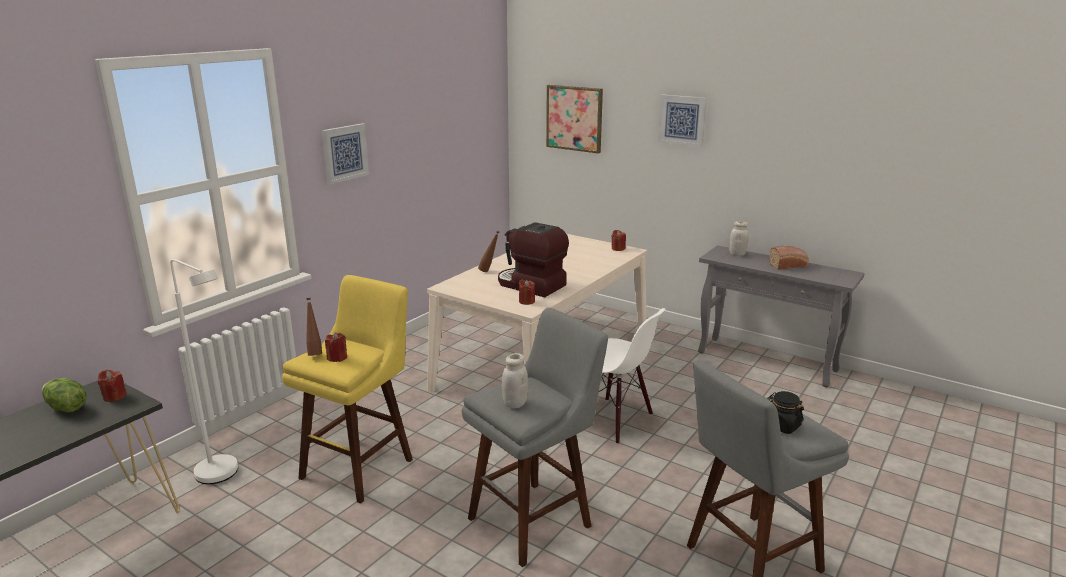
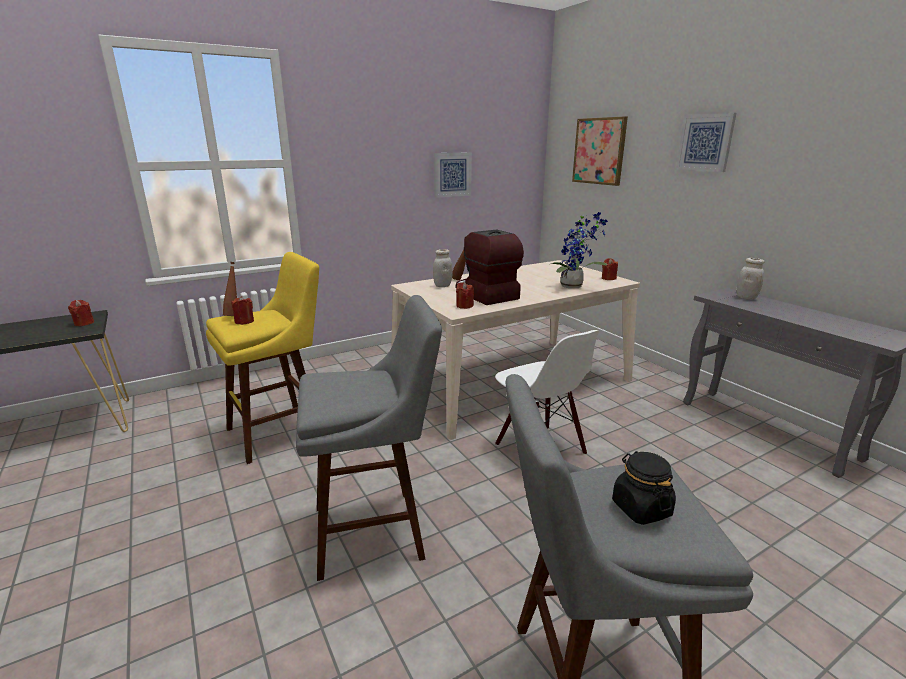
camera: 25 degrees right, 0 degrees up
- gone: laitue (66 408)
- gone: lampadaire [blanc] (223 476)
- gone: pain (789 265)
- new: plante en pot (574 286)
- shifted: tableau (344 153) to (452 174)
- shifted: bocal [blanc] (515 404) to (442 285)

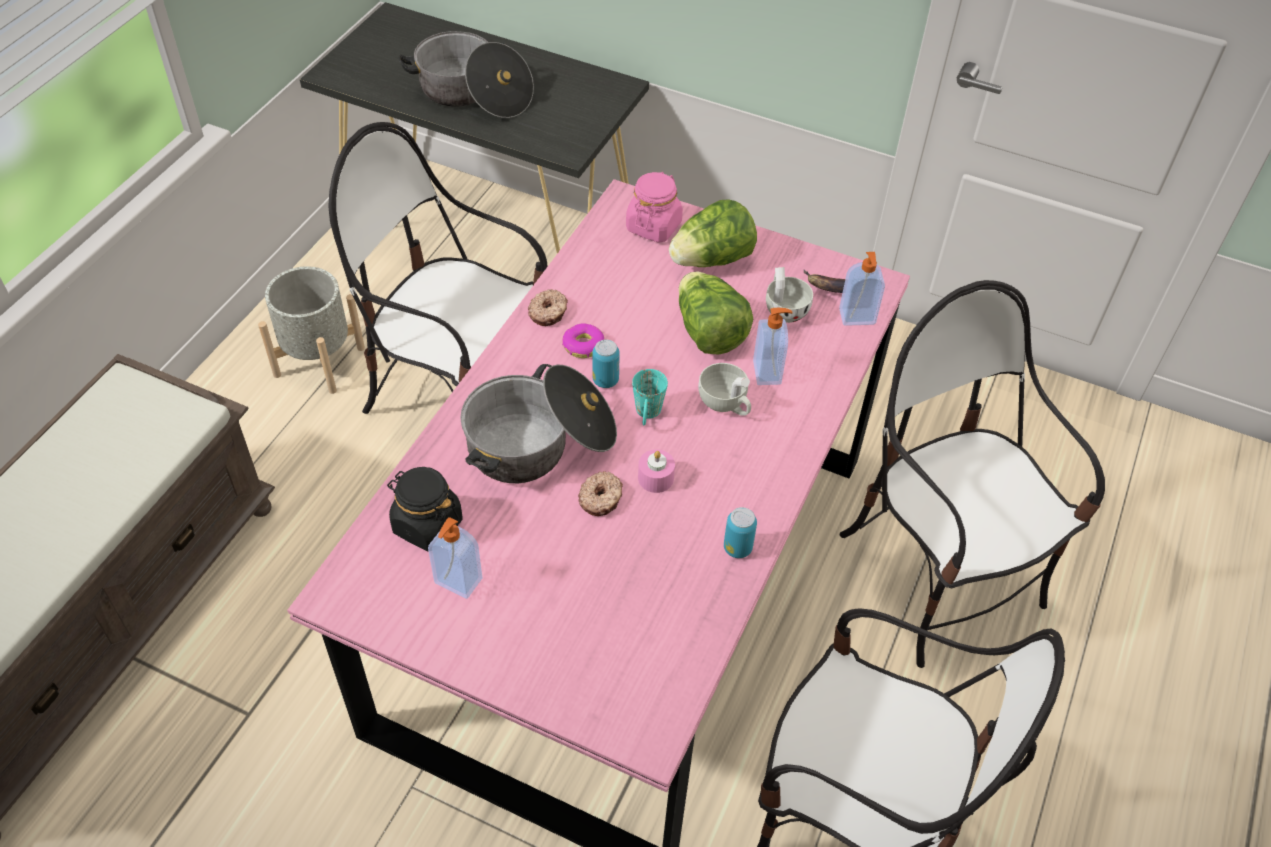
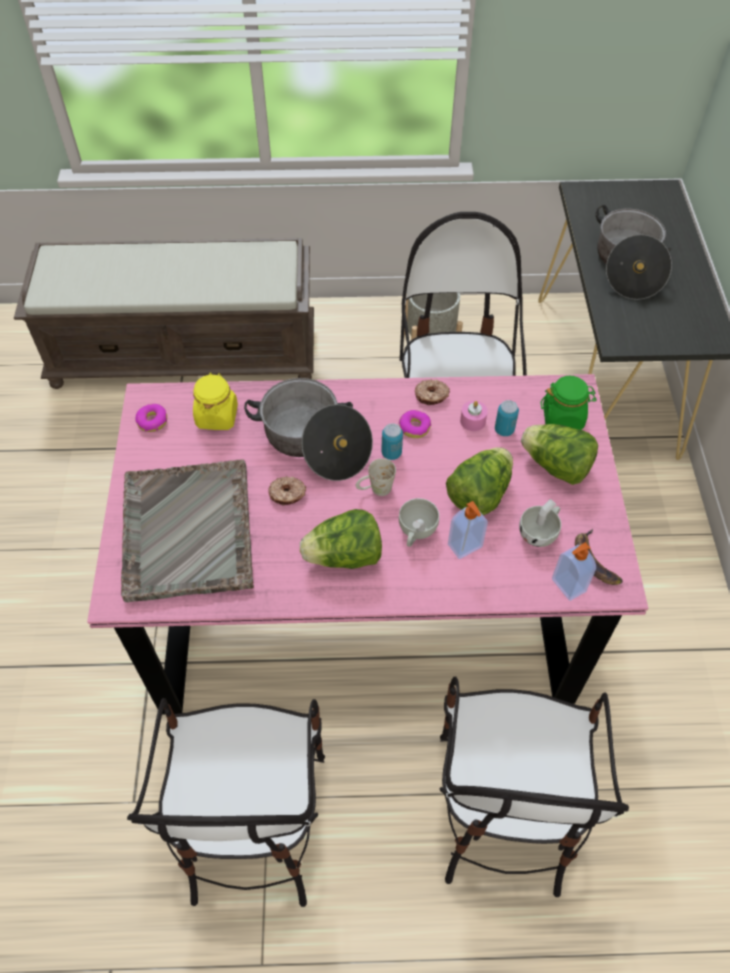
camera: 65 degrees right, 5 degrees up
- gone: distributeur de savon (457 582)
- new: plateau [gris] (187 532)
- new: beignet (152 421)
- new: laitue (344 556)
- shifted: bougie [rose] (655 478) to (472 421)
- shifted: boîte métallique (737 548) to (504 430)
- repainted: bocal [noir] (427 525) to bocal [jaune] (217 416)
- repainted: bocal [rose] (653 226) to bocal [vert] (563 417)
- repainted: mug [turquoise] (647 415) to mug [blanc] (375 490)
- rotated: chaise (938 575) = (502 808) 150 degrees clockwise

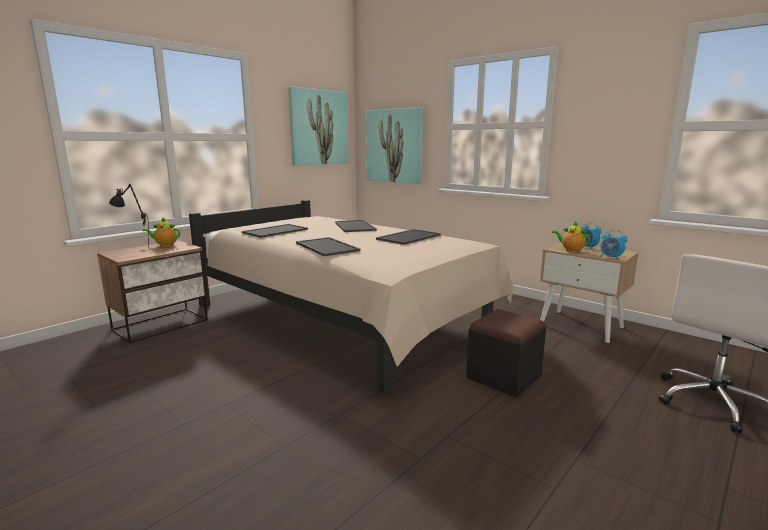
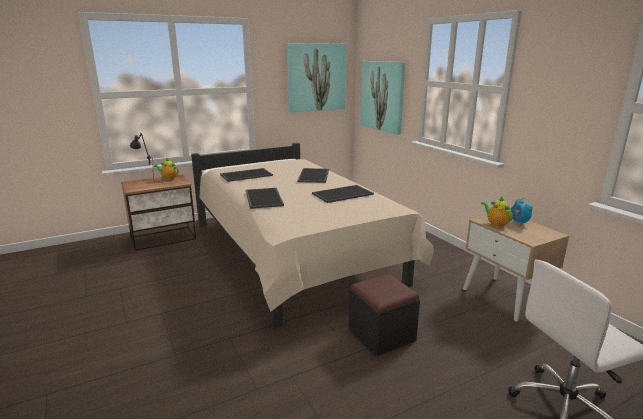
camera: 20 degrees right, 5 degrees up
- gone: réveil (611 258)

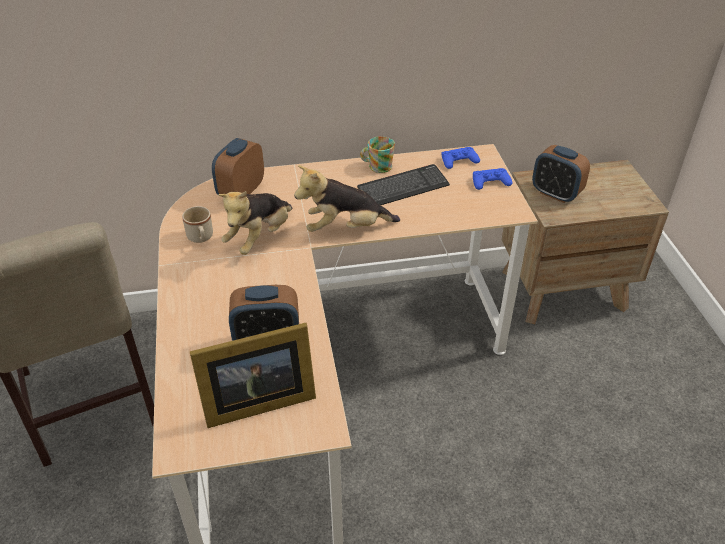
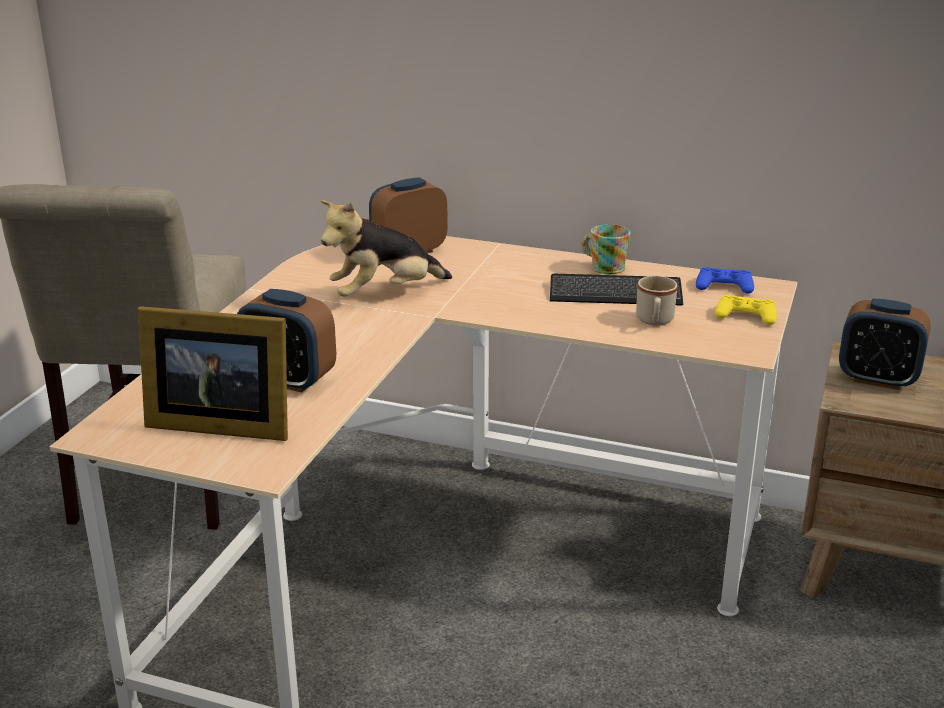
camera: 30 degrees right, 15 degrees down
- gone: peluche (345 228)
- shifted: mug [beige] (201 238) to (654 321)
- repainted: manette [bleu] (490 182) to manette [jaune] (746 316)
- rotated: réveil (556 194) = (877 379) 45 degrees counterclockwise

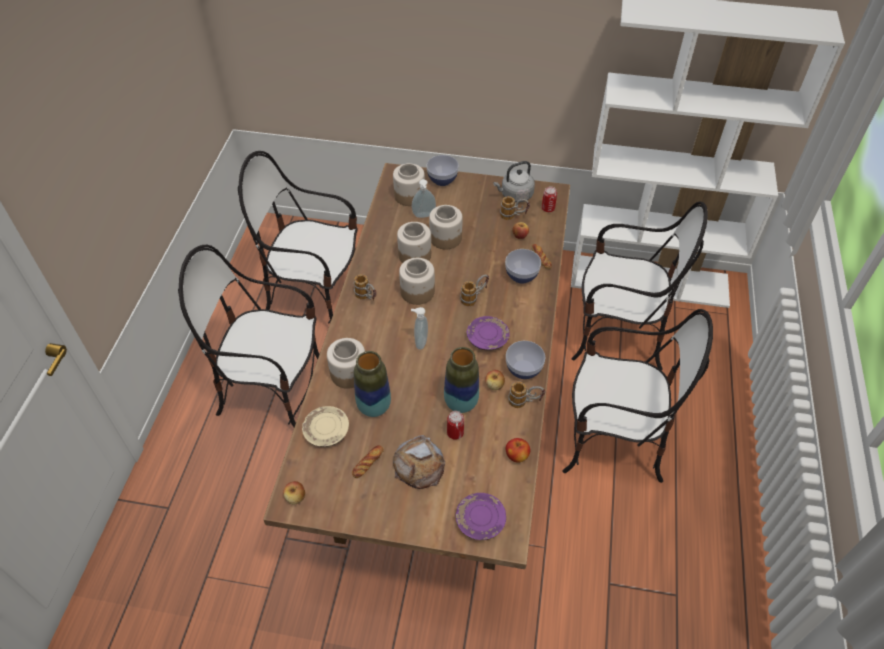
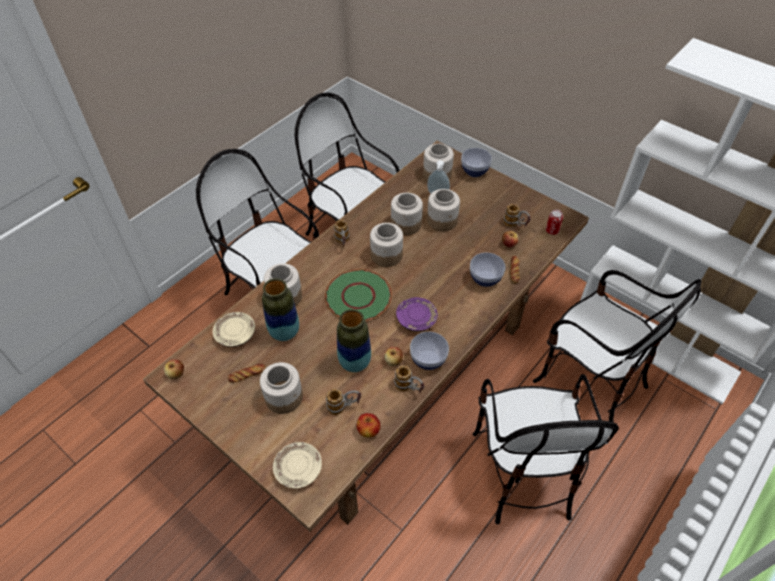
camera: 30 degrees right, 0 degrees up
- gone: boîte métallique (455 433)
- gone: bouilloire [gris] (515 195)
- shifted: mug (474 297) to (344 407)
- swapped: pain (419 465) to bocal (284 397)
- swapped: distributeur de savon (420 342) to assiette [vert] (358 297)
- repainted: assiette [violet] (480 521) to assiette [beige] (298 469)
- rotated: chaise (612 442) = (522 471) 45 degrees clockwise

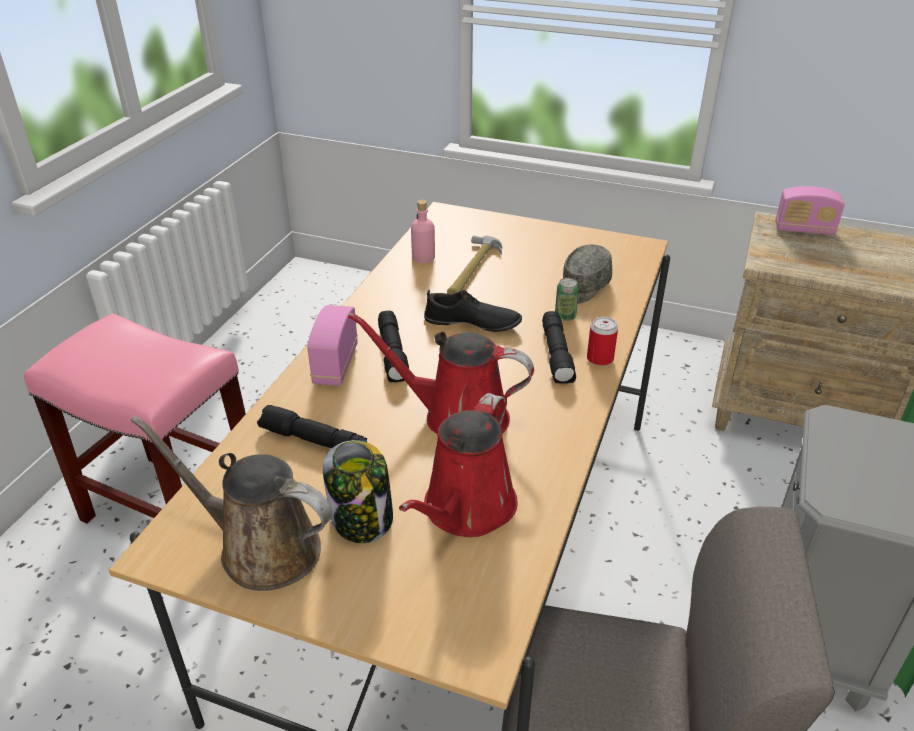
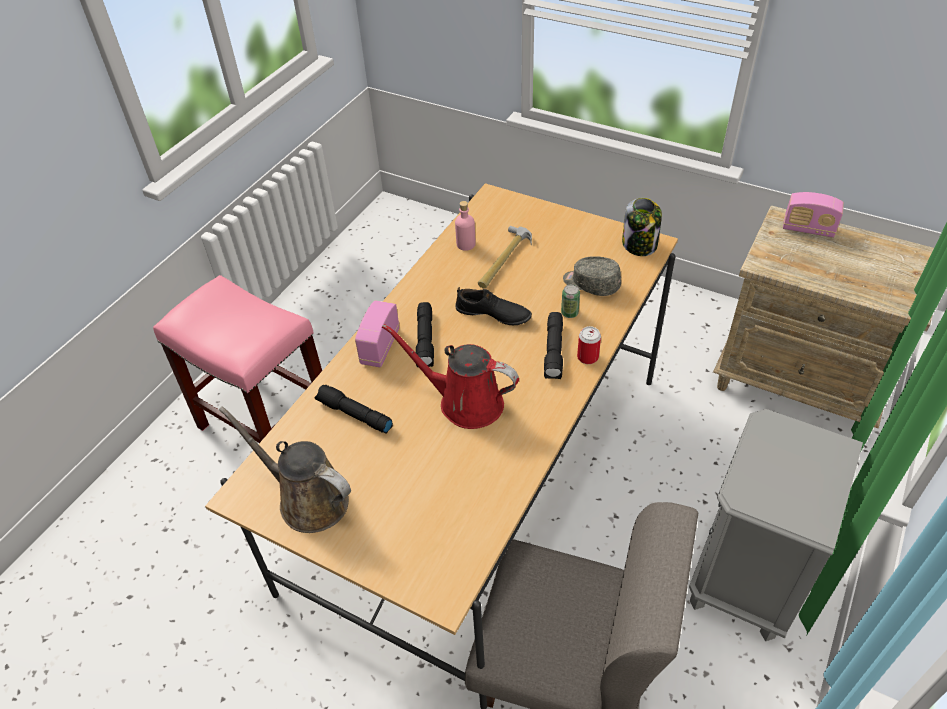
camera: 10 degrees right, 10 degrees up
- gone: arrosoir [rouge] (466 510)
- shifted: bocal (362 519) to (640 245)
- rotated: casquette [gris] (582 287) = (591 284) 75 degrees clockwise

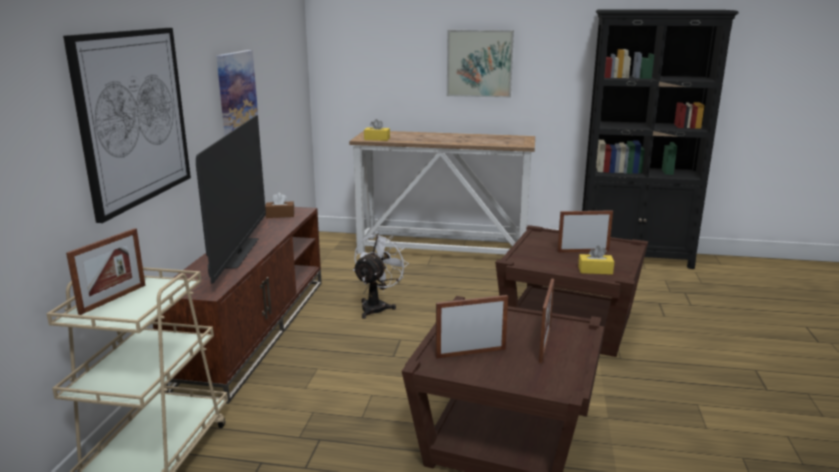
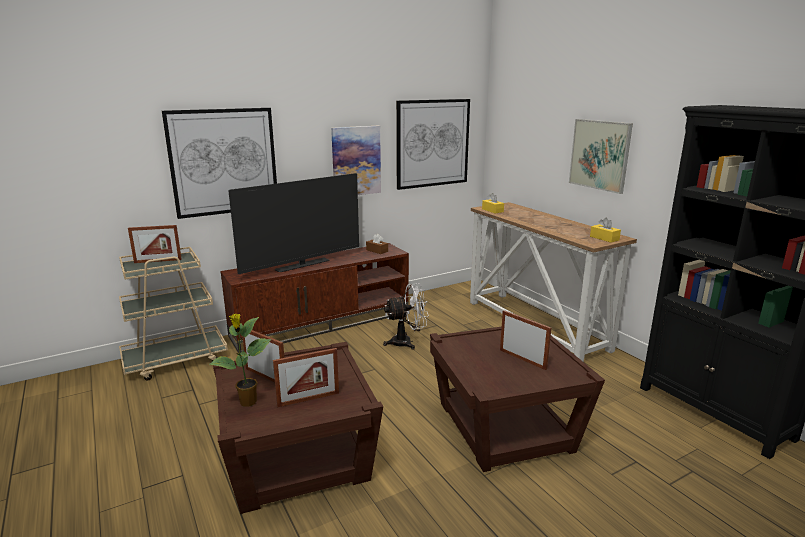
camera: 50 degrees right, 0 degrees up
- new: plante en pot (247 402)
- new: tableau (432 143)
- shifted: boîte à mouchoirs [jaune] (595 270) to (604 238)

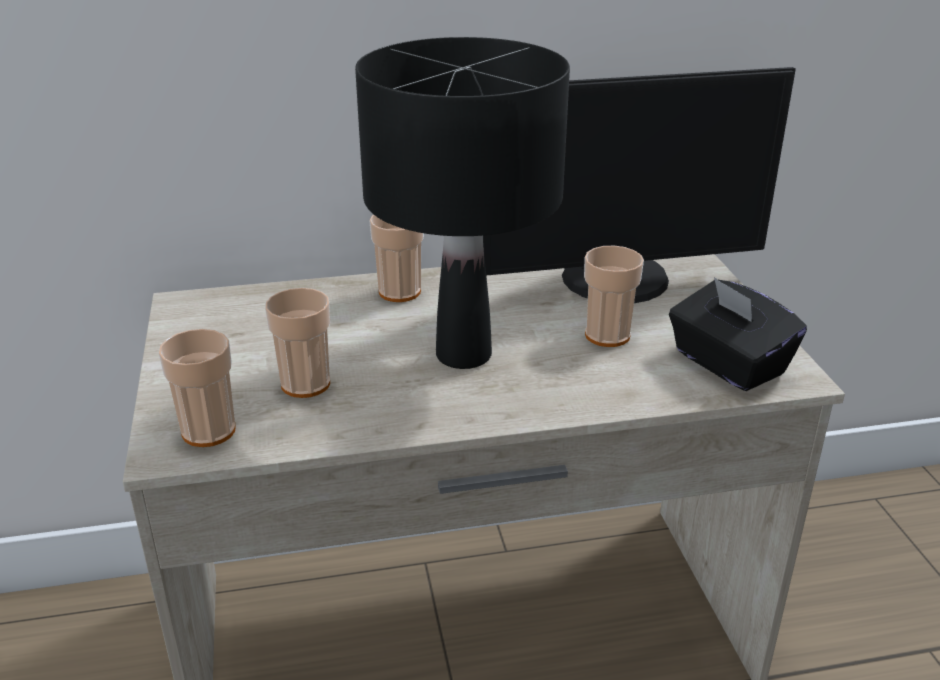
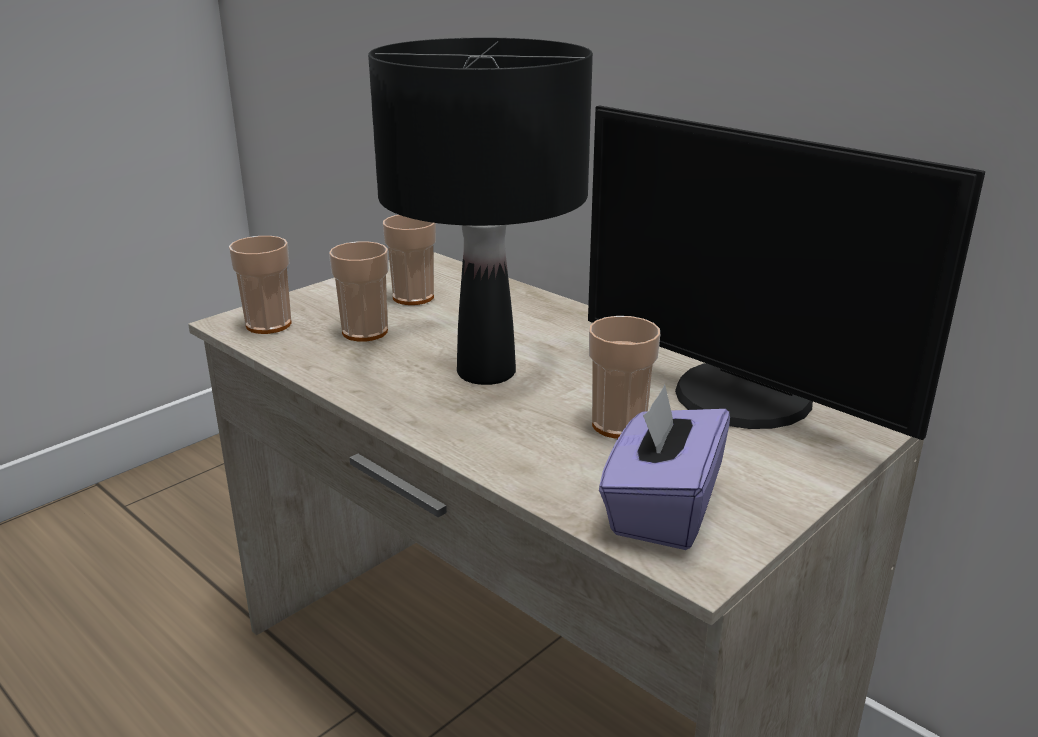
camera: 55 degrees right, 5 degrees down
- shifted: tasse (399 292) to (413 297)
- repainted: boîte à mouchoirs [noir] (727 364) to boîte à mouchoirs [violet] (661 509)

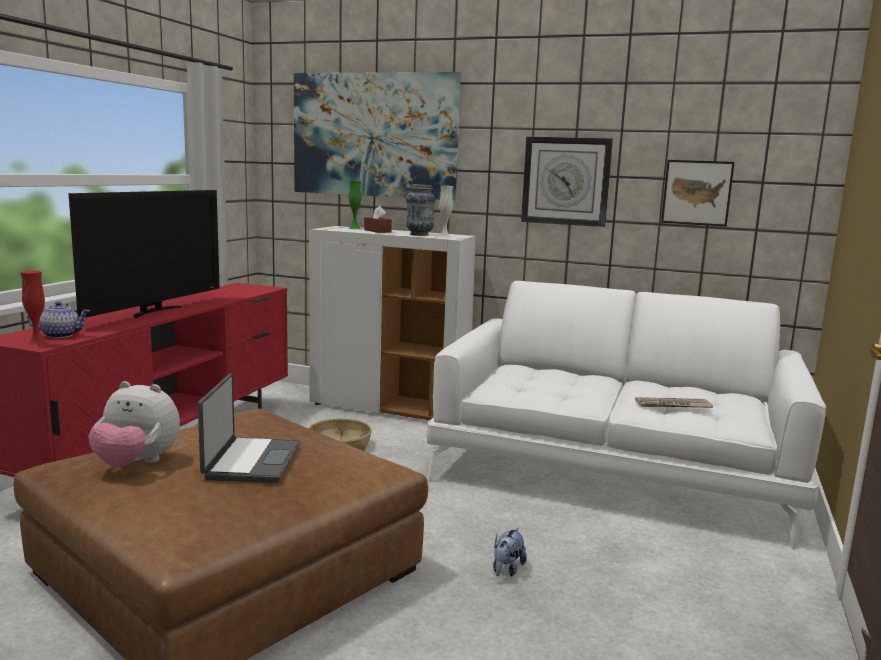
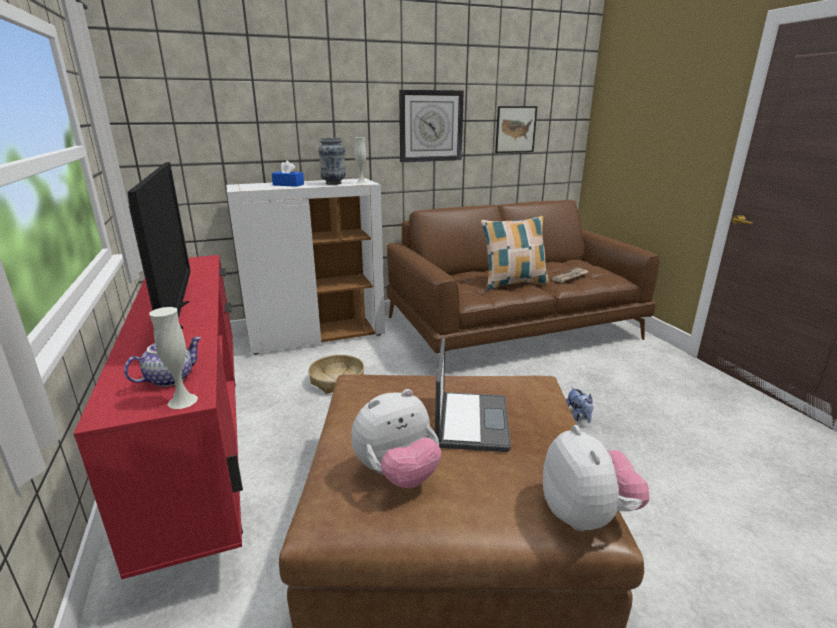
camera: 40 degrees left, 10 degrees up
- gone: tableau (374 135)
- gone: vase [vert] (354 228)
- new: coussin (513 283)
- new: peluche (586 515)
- repainted: vase [rouge] (37 345) to vase [blanc] (182 401)
- repainted: boîte à mouchoirs [marron] (377 231) to boîte à mouchoirs [bleu] (288 185)
- repainted: canapé [blanc] (615 470) to canapé [marron] (513 328)
- rotated: ordinateur portable (251 461) = (470 422) 45 degrees clockwise

